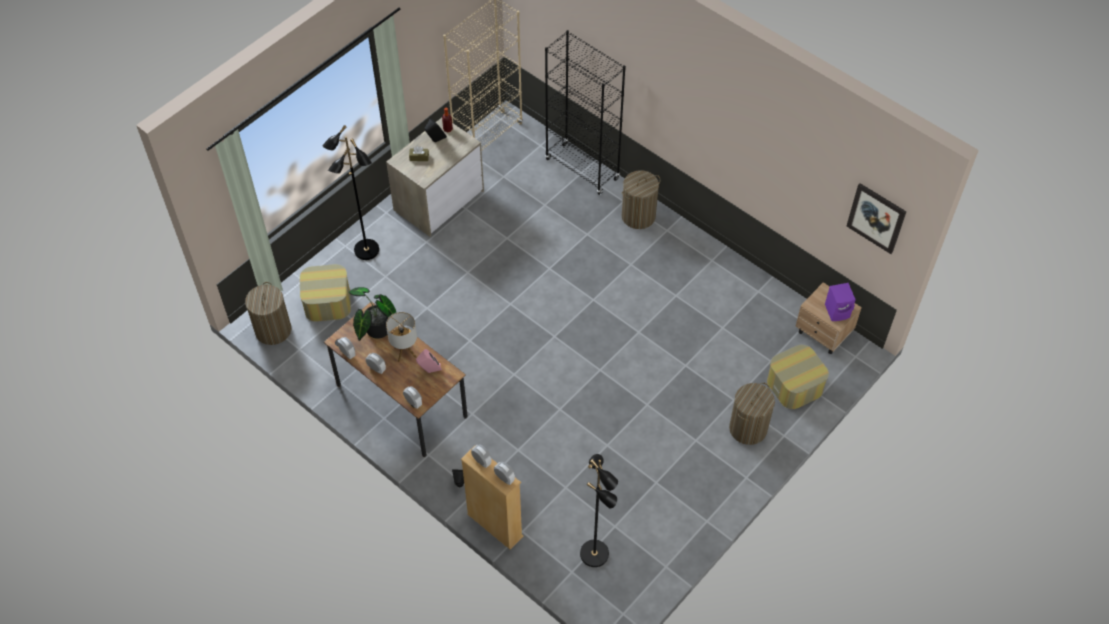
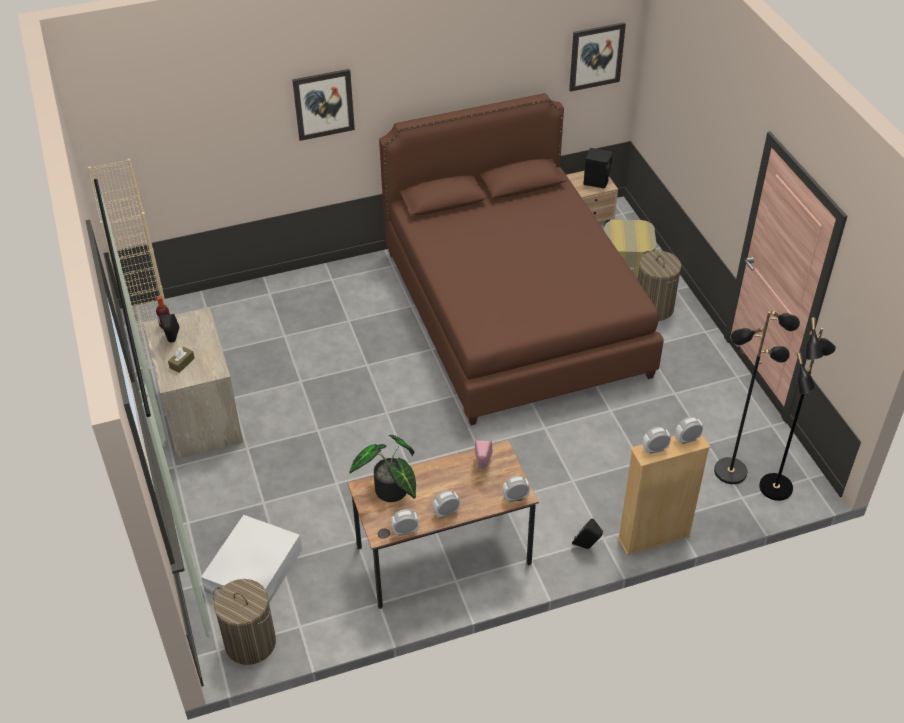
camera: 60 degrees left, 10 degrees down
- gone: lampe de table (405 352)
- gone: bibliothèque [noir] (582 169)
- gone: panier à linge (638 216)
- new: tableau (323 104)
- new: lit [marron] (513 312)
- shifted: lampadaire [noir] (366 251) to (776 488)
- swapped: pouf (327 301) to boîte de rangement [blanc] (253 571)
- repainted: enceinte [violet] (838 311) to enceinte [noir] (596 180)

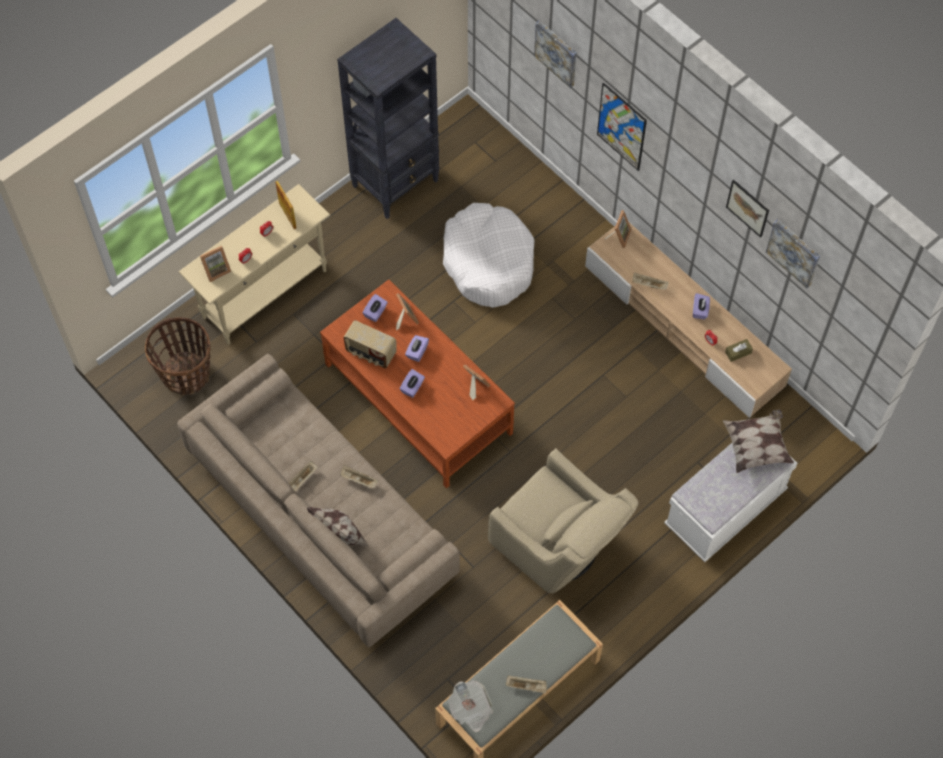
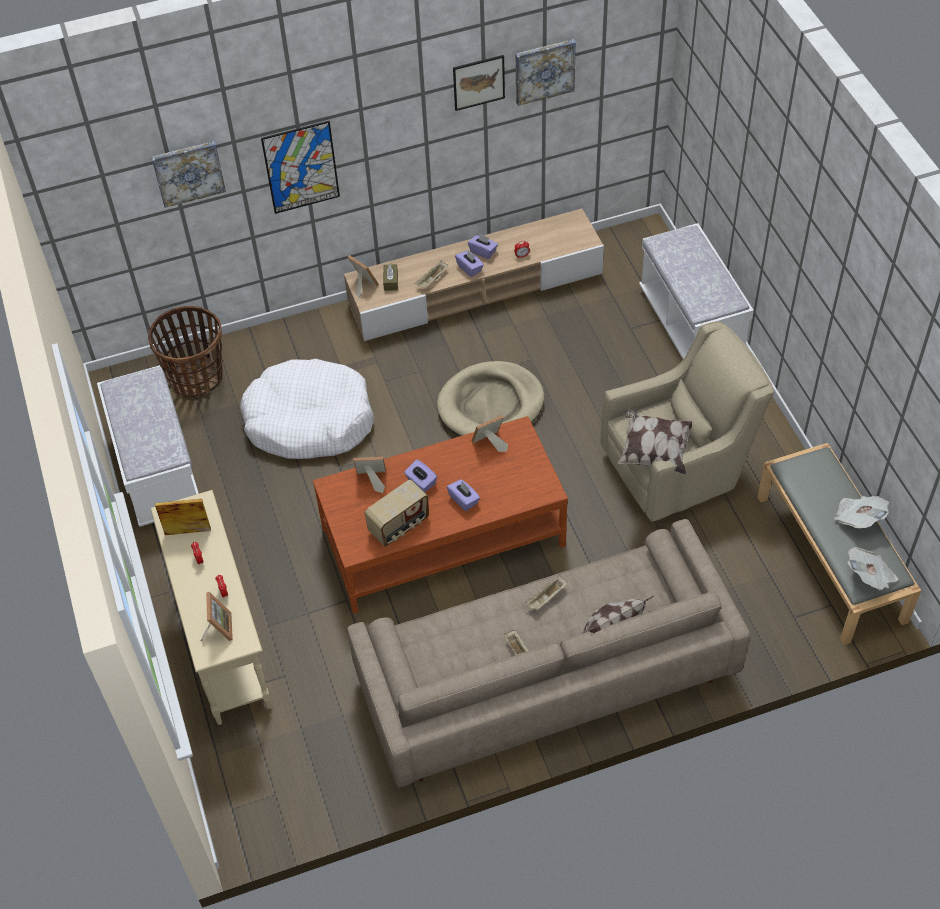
camera: 65 degrees left, 10 degrees down
- new: panier pour chien [beige] (491 405)
- shifted: panier (186 374) to (196 378)
- shifted: boîte à mouchoirs [violet] (375 312) to (469 268)
- shifted: coussin (756 447) to (654 451)
- shifted: boîte à mouchoirs [marron] (738 352) to (390 281)
- swapped: bibliothèque [noir] (396 183) to banc [blanc] (158 471)
- swapped: plateau [beige] (527 686) to journal (858 518)

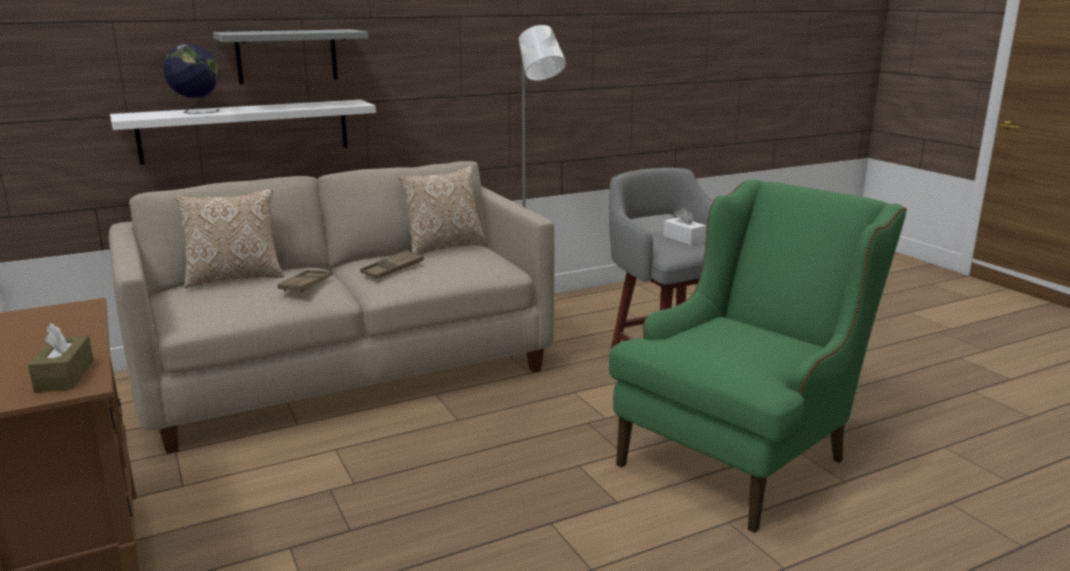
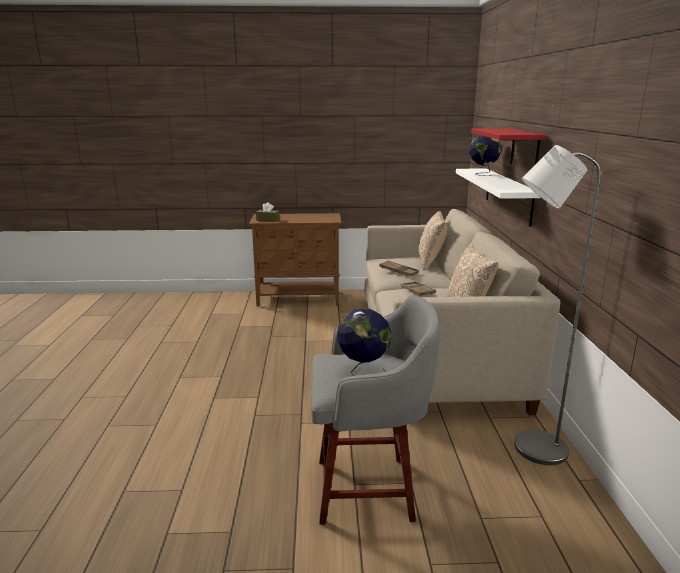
camera: 115 degrees right, 0 degrees up
- gone: fauteuil [vert] (743 453)
- swapped: boîte à mouchoirs [blanc] (684 239) to globe (363 372)
- repainted: étagère [gris] (287 56) to étagère [rouge] (525 149)

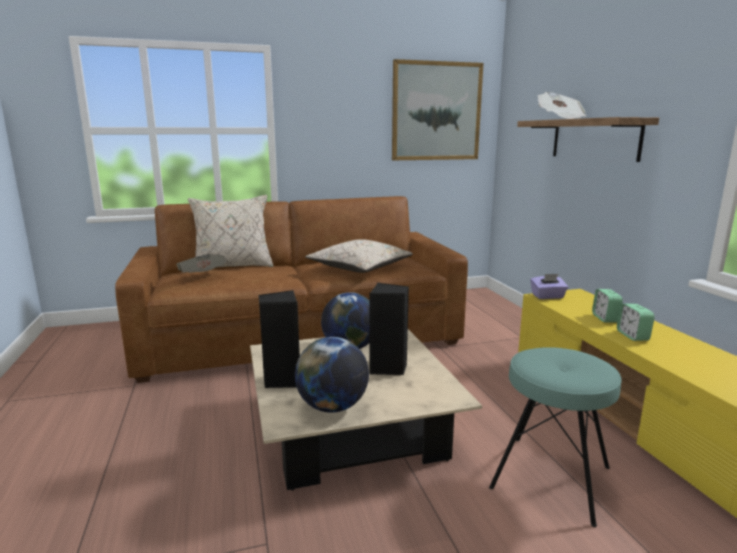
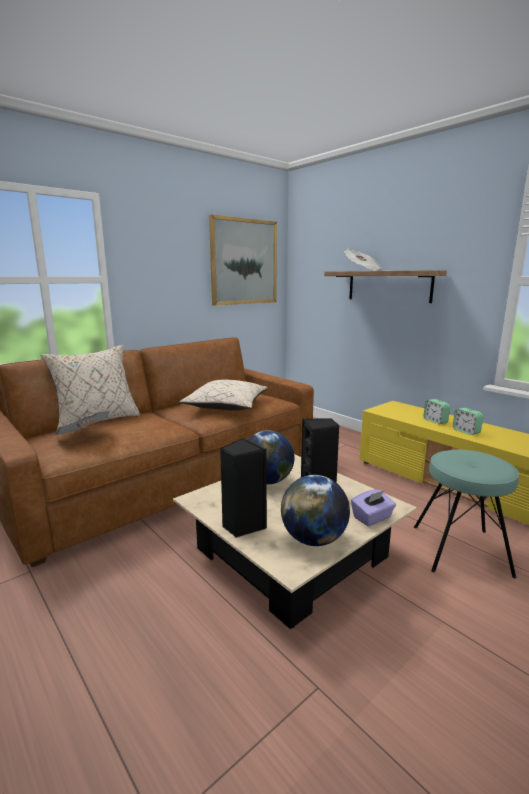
camera: 25 degrees left, 0 degrees up
- shifted: boîte à mouchoirs [violet] (547 296) to (372 518)

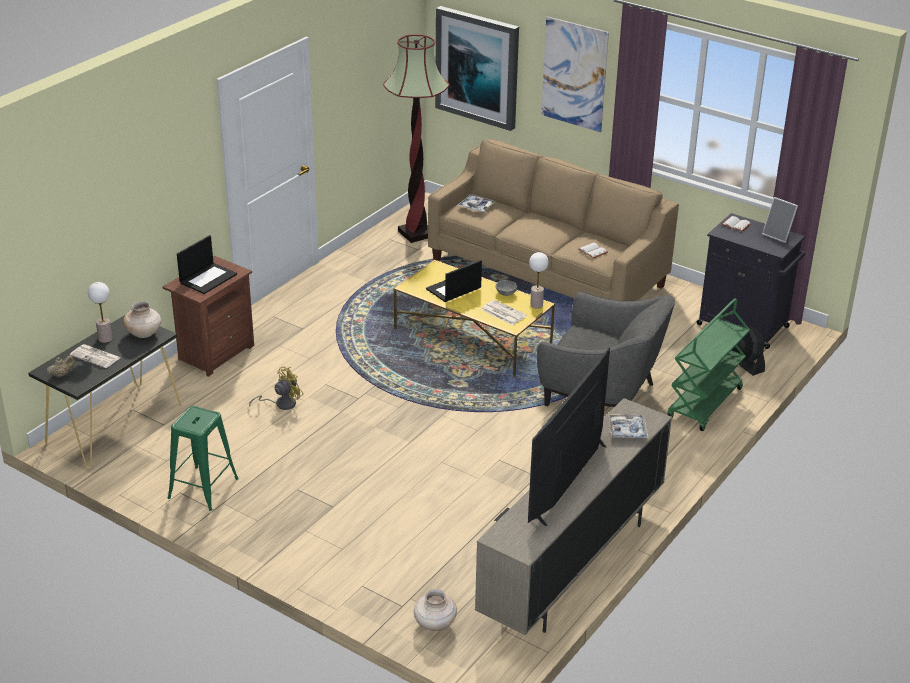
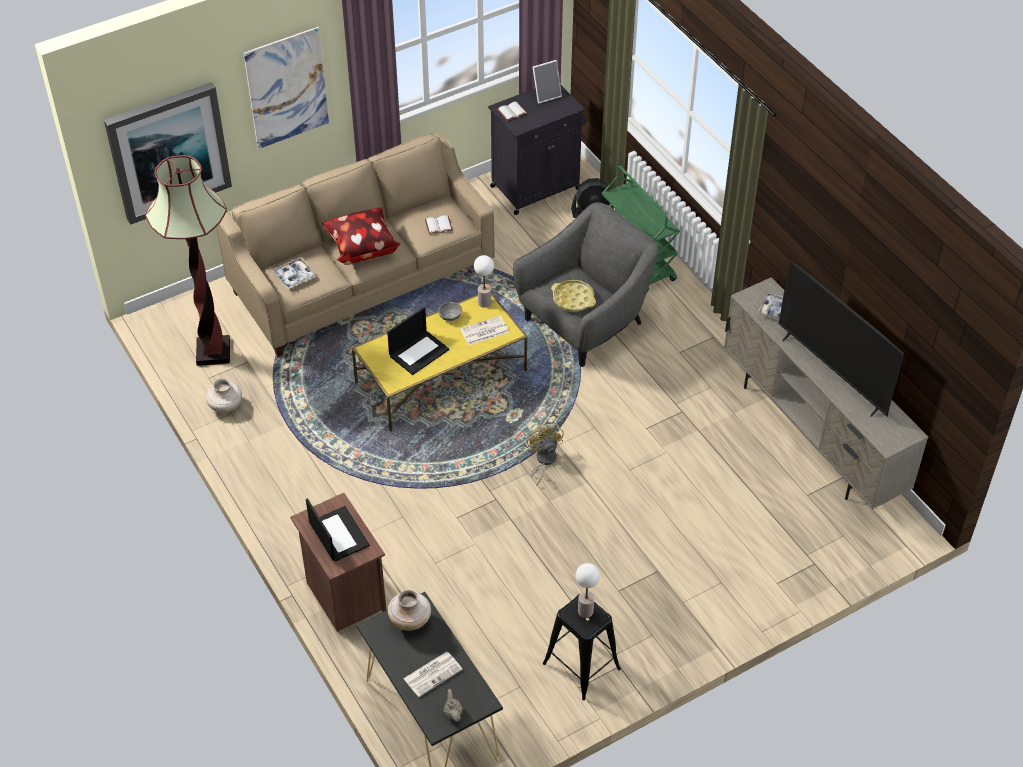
camera: 65 degrees left, 15 degrees up
- new: coussin (361 248)
- new: plateau [jaune] (573 299)
- shifted: lampe de table (105 339) to (585 611)
- shifted: ventilateur [jaune] (281 404) to (543 461)
- shifted: vase [beige] (435 624) to (225 406)
- repainted: tabouret [vert] (203 488) to tabouret [noir] (581 666)
- rotated: ordinateur portable (453 289) = (419 352) 120 degrees counterclockwise

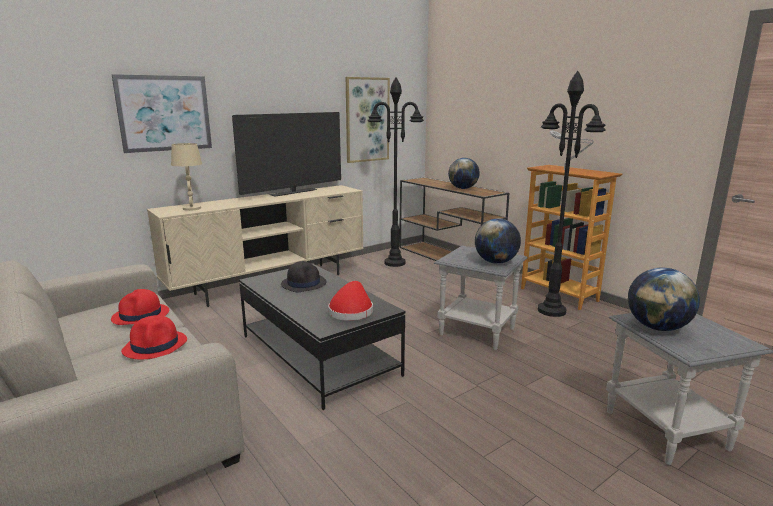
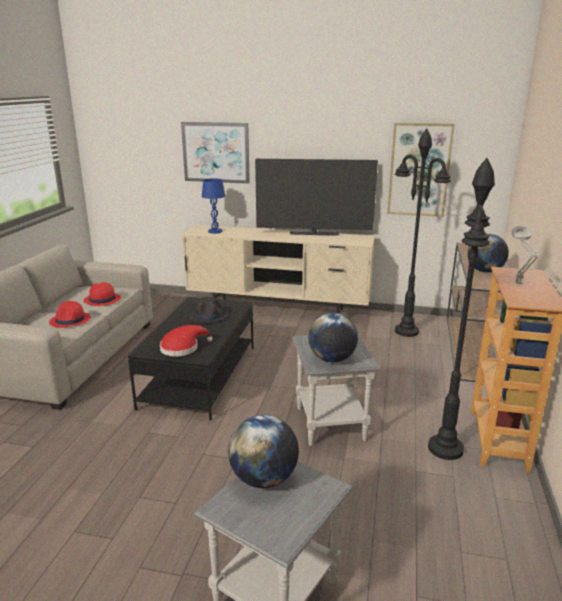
camera: 50 degrees right, 5 degrees up
- repainted: lampe de table [beige] (191 208) to lampe de table [bleu] (215 231)

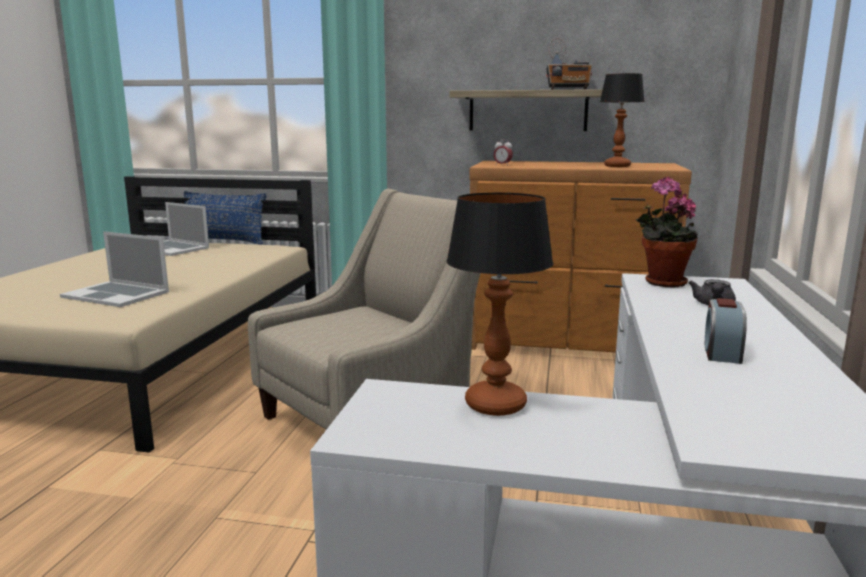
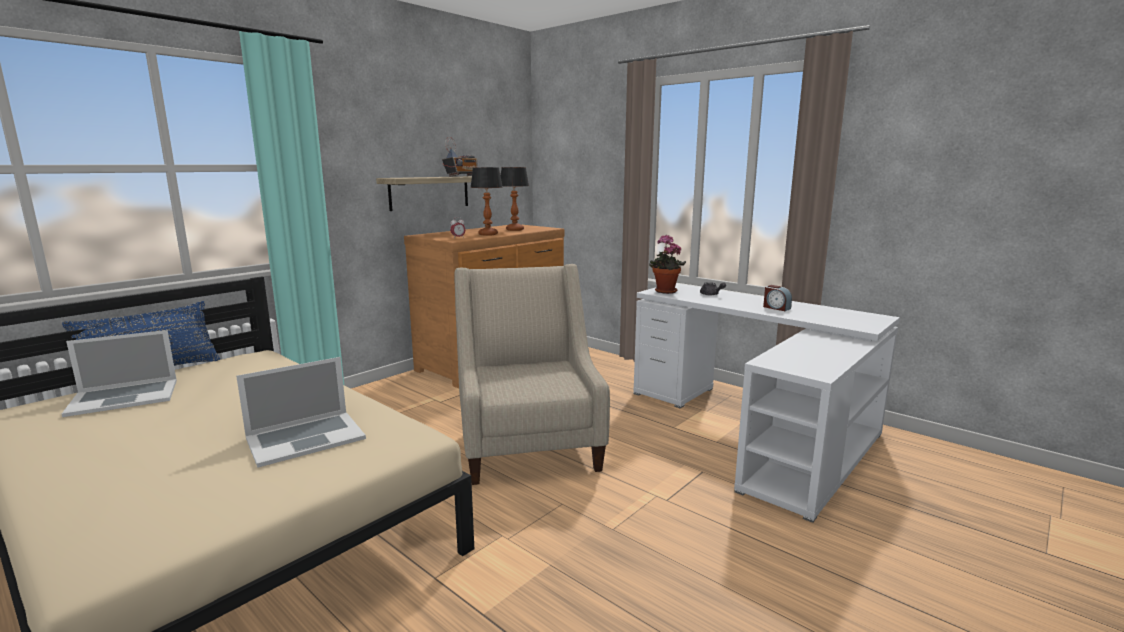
camera: 60 degrees left, 0 degrees up
- shifted: lampe de table (494 404) to (488 234)

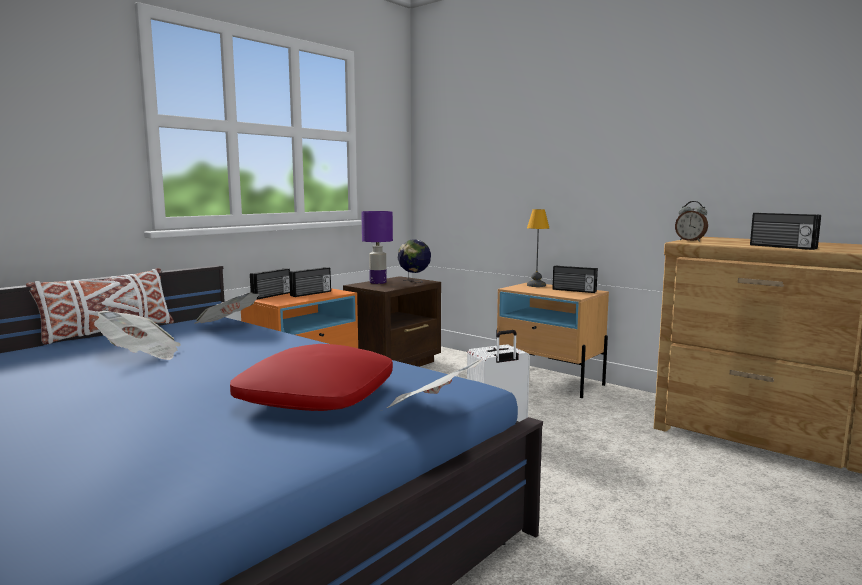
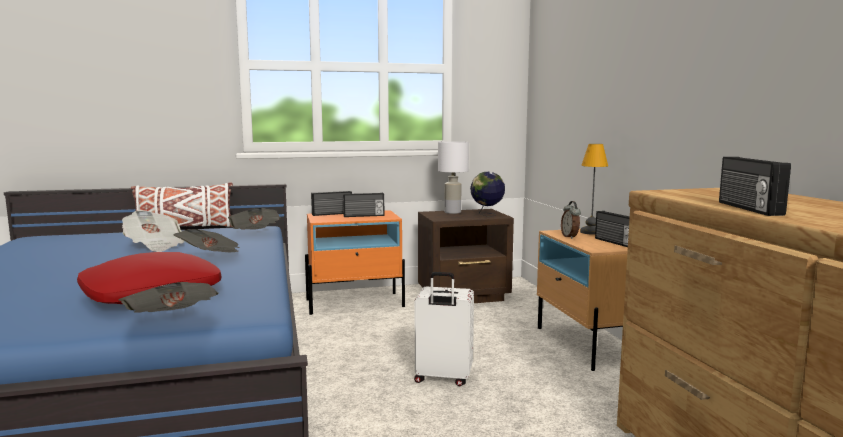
camera: 35 degrees right, 0 degrees up
- new: journal (211 259)
- shifted: réveil (690 240) to (570 237)
- repainted: lampe de table [violet] (378 282) to lampe de table [blanc] (452 212)

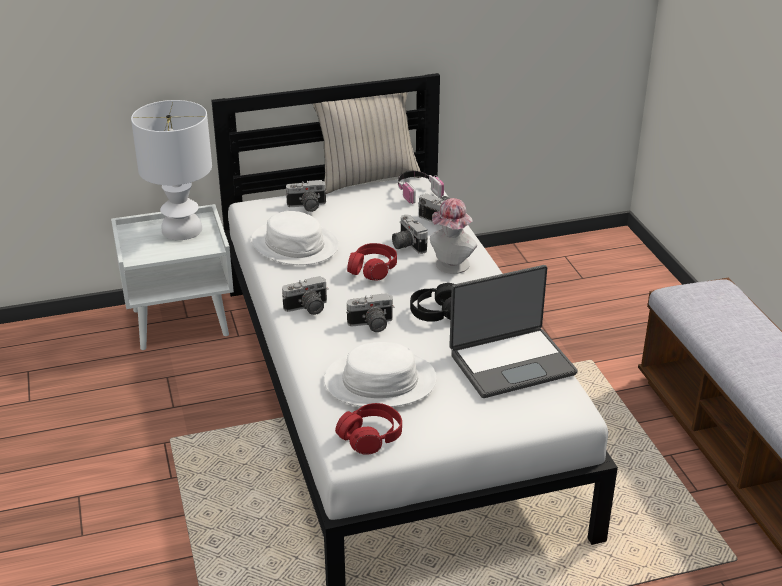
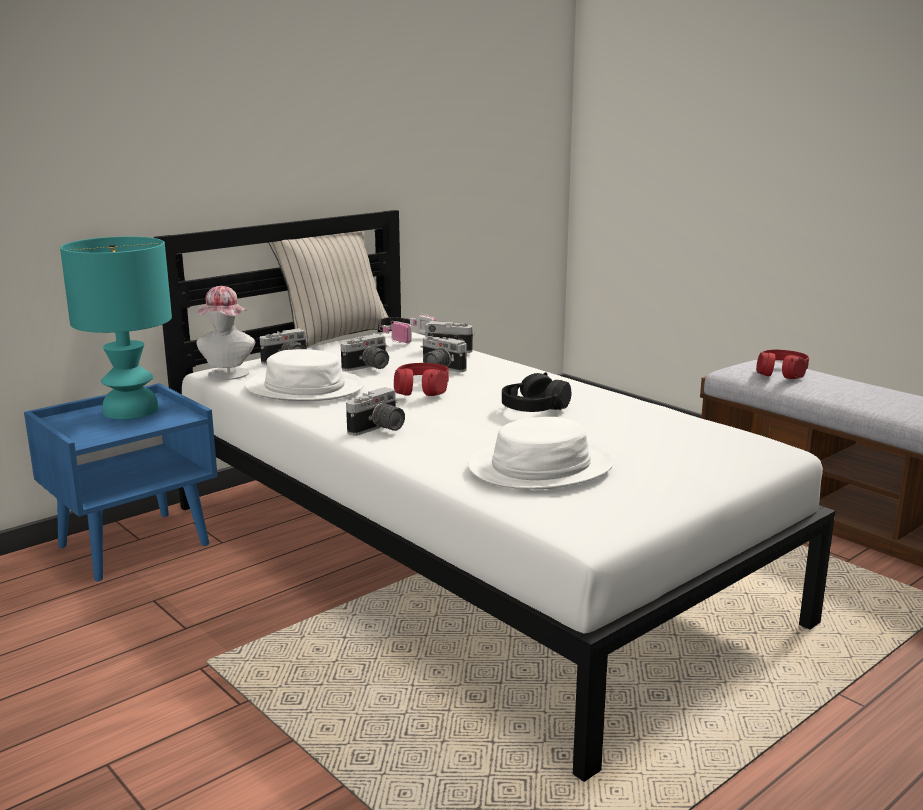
camera: 25 degrees left, 15 degrees down
- gone: ordinateur portable (511 363)
- shifted: casque audio [rouge] (370 436) to (781 373)
- shifted: appareil photo (371 325) to (368 368)
- shifted: chapeau (451 267) to (227 375)
- repainted: table de chevet [blanc] (181 322) to table de chevet [bleu] (134 544)
- repainted: lampe de table [blanc] (183 229) to lampe de table [turquoise] (132 410)

